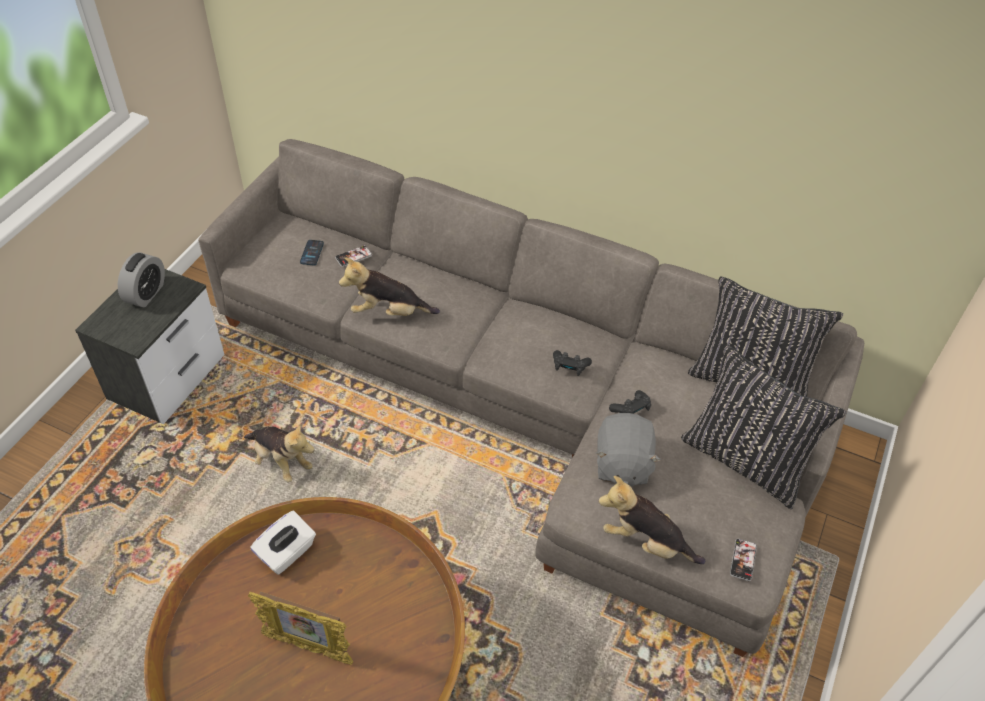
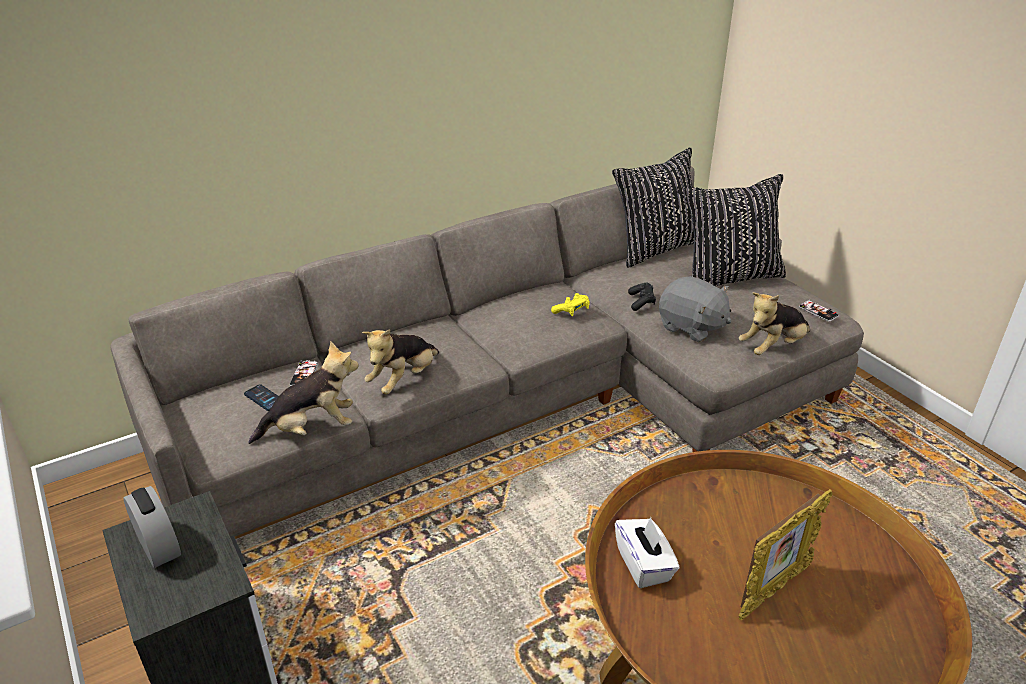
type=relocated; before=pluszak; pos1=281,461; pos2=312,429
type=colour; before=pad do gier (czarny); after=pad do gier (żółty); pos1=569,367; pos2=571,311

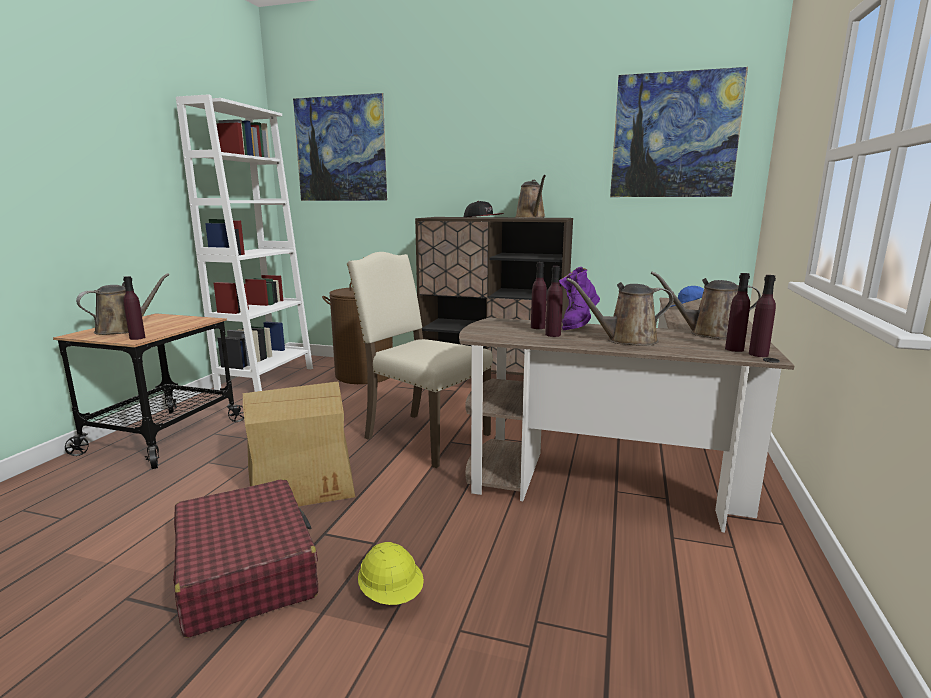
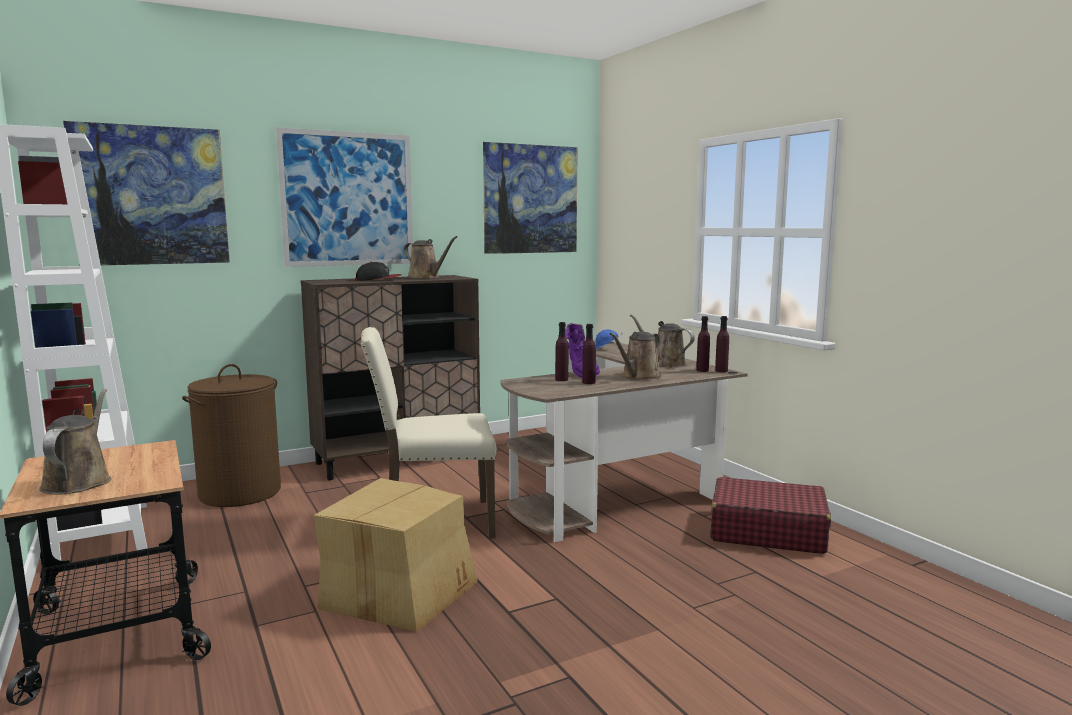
type=appeared; after=obraz; pos2=348,199
type=spun; before=konewka (brązowy); pos1=709,334; pos2=665,364; turn=75
type=relocated; before=walizka (czerwony); pos1=246,570; pos2=766,531
type=missing; before=butelka (fioletowy); pos1=137,338
type=missing; before=kask (żółty); pos1=391,595

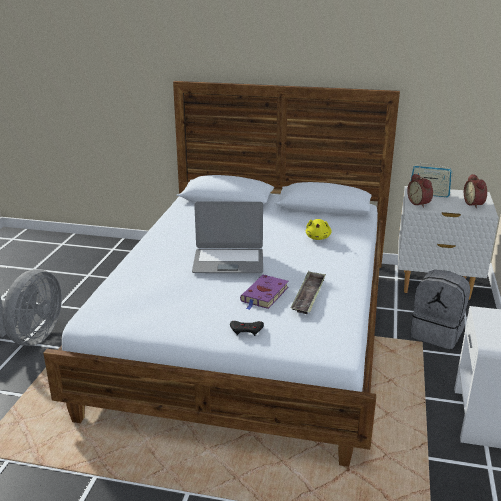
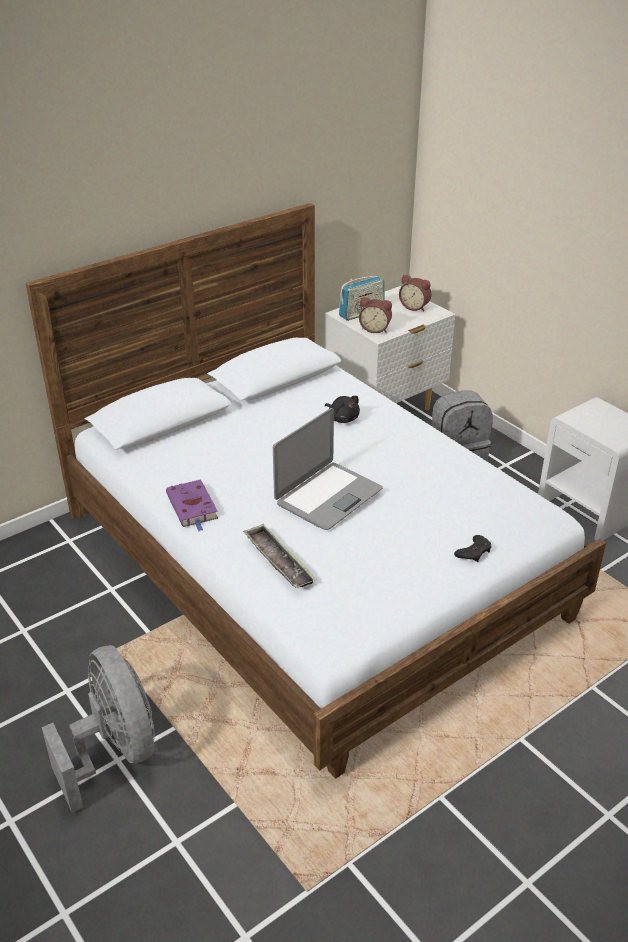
type=relocated; before=książka (fioletowy); pos1=264,295; pos2=193,508
type=relocated; before=taca; pos1=308,296; pos2=279,561
type=colour; before=pluszak (żółty); after=pluszak (czarny); pos1=318,237; pos2=342,418

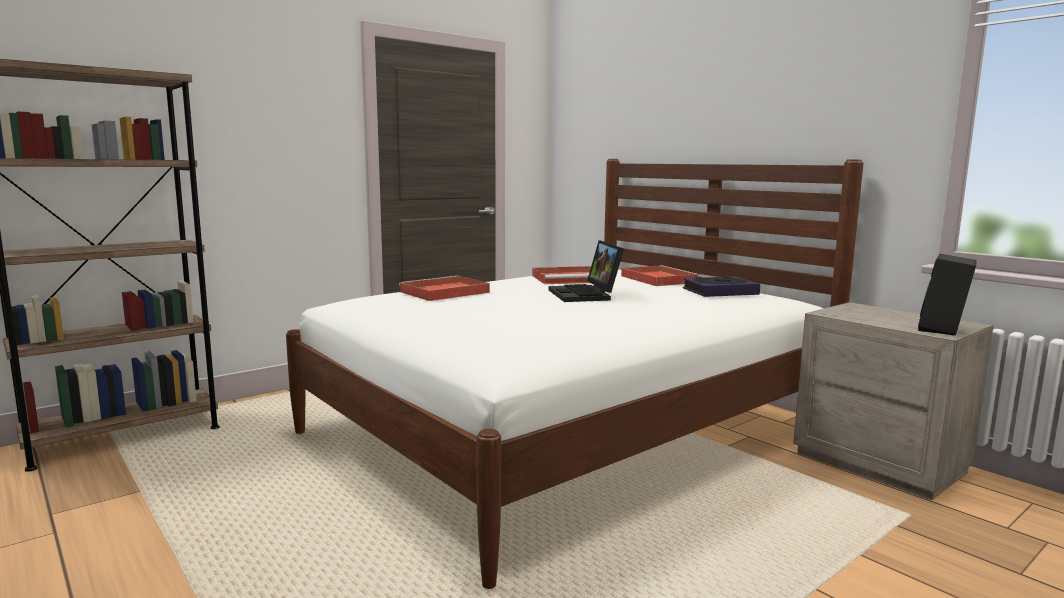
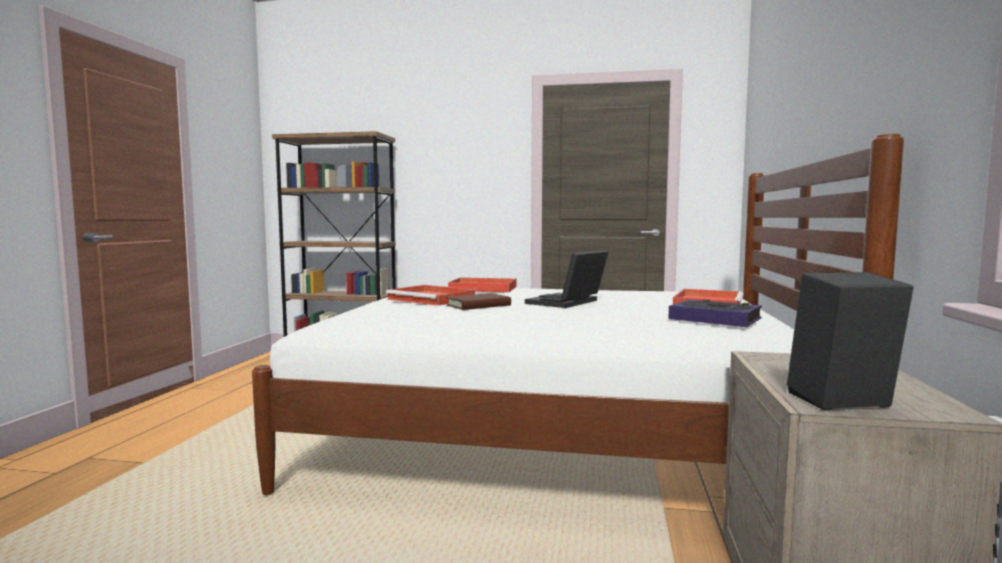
type=relocated; before=taca (czerwony); pos1=569,278; pos2=432,299
type=appeared; after=książka (brązowy); pos2=478,305

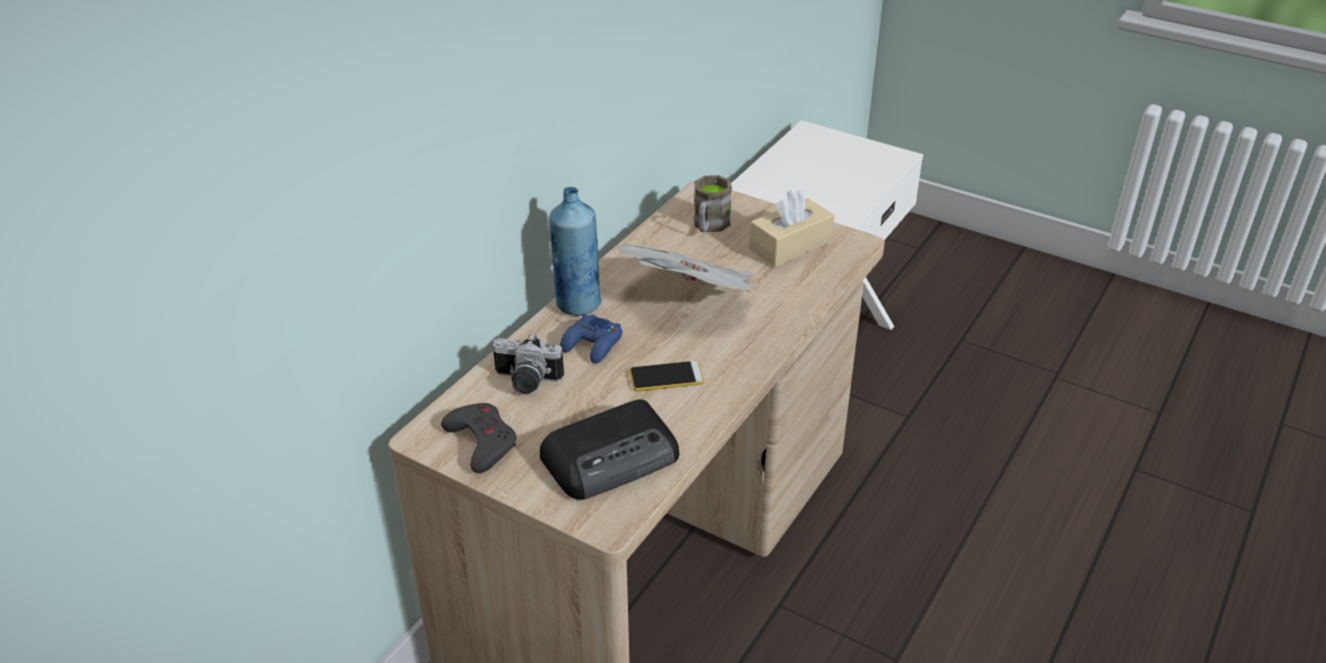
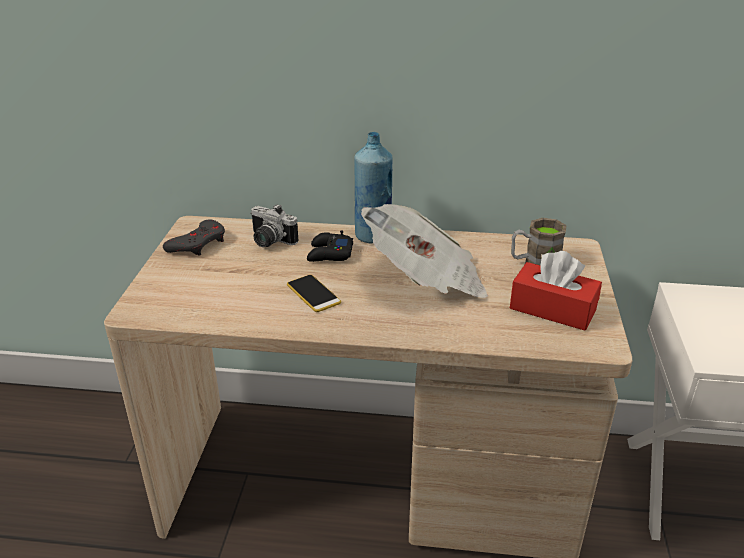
type=spun; before=aparat fotograficzny; pos1=526,382; pos2=269,241; turn=-45
type=colour; before=pad do gier (niebieski); after=pad do gier (czarny); pos1=592,345; pos2=329,254
type=colour; before=pudełko chusteczek (beżowy); after=pudełko chusteczek (czerwony); pos1=790,246; pos2=552,309
type=missing; before=radio; pos1=613,457

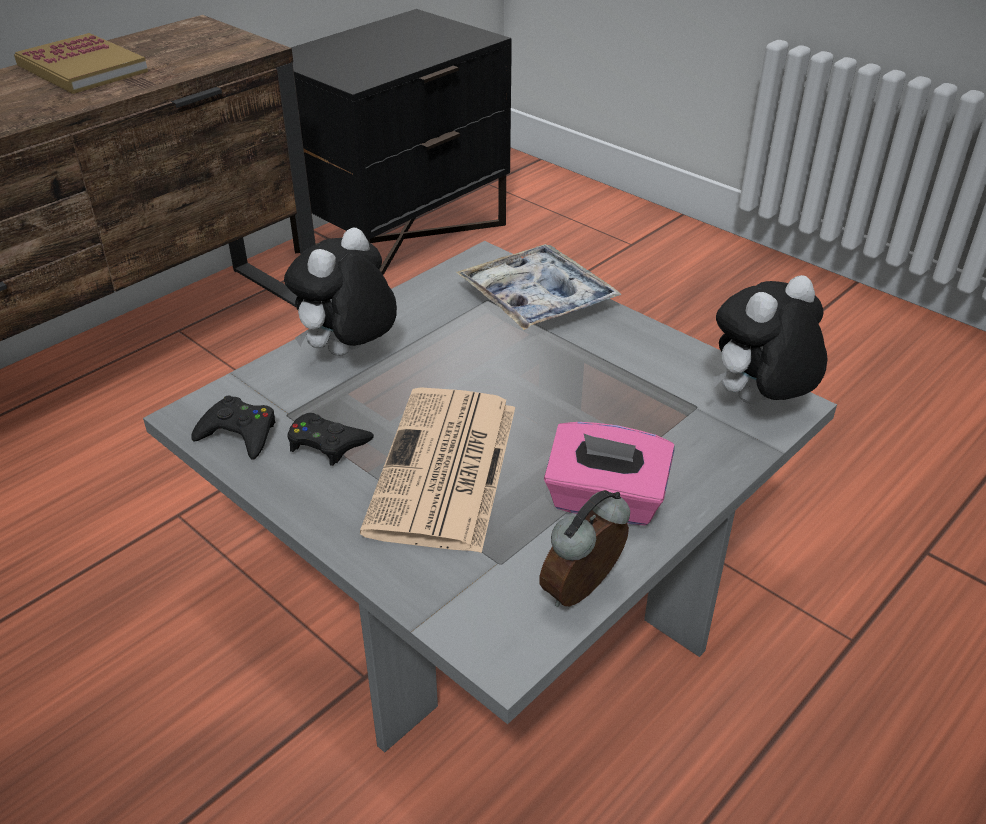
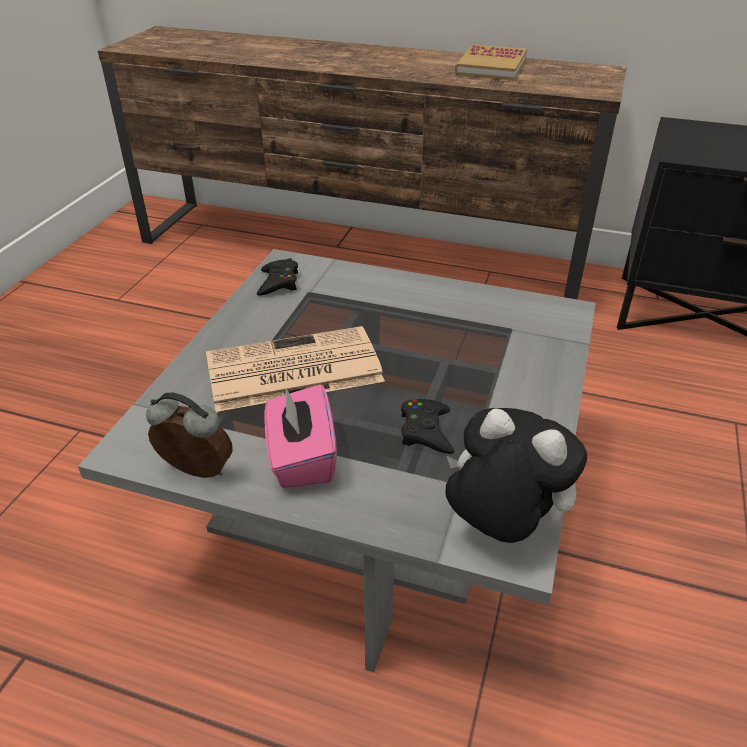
type=relocated; before=pad do gier (czarny); pos1=327,443; pos2=426,431
type=missing; before=pluszak; pos1=348,354
type=missing; before=taca; pos1=537,299

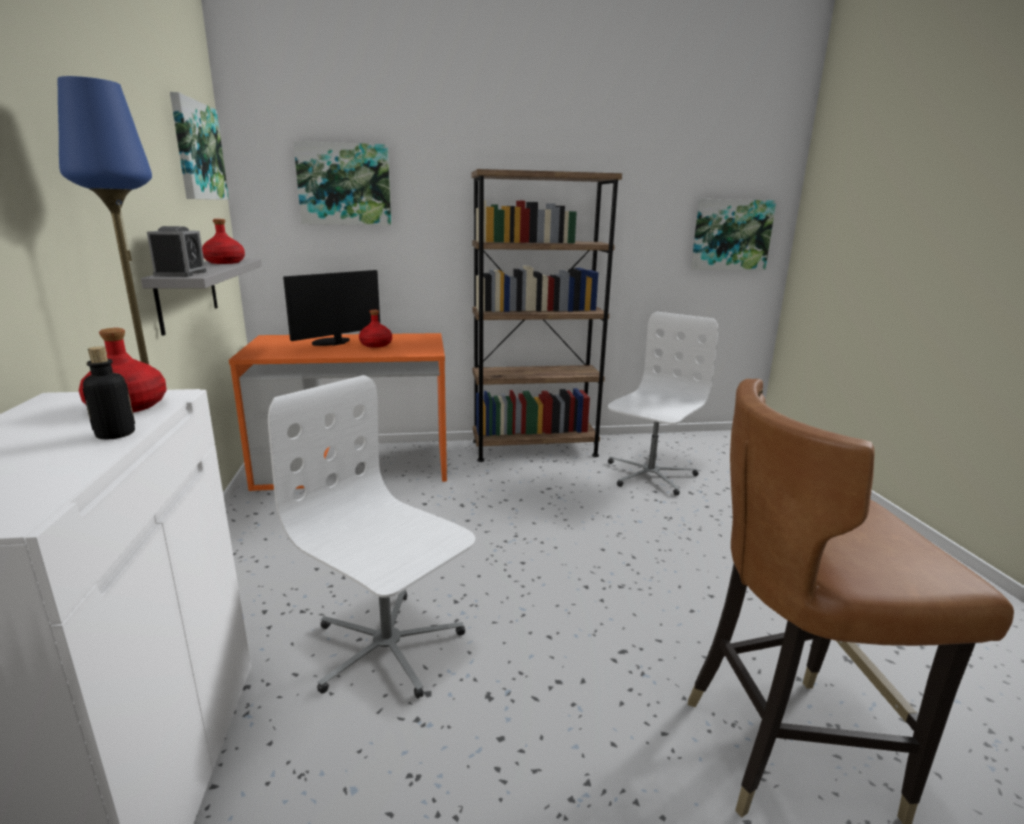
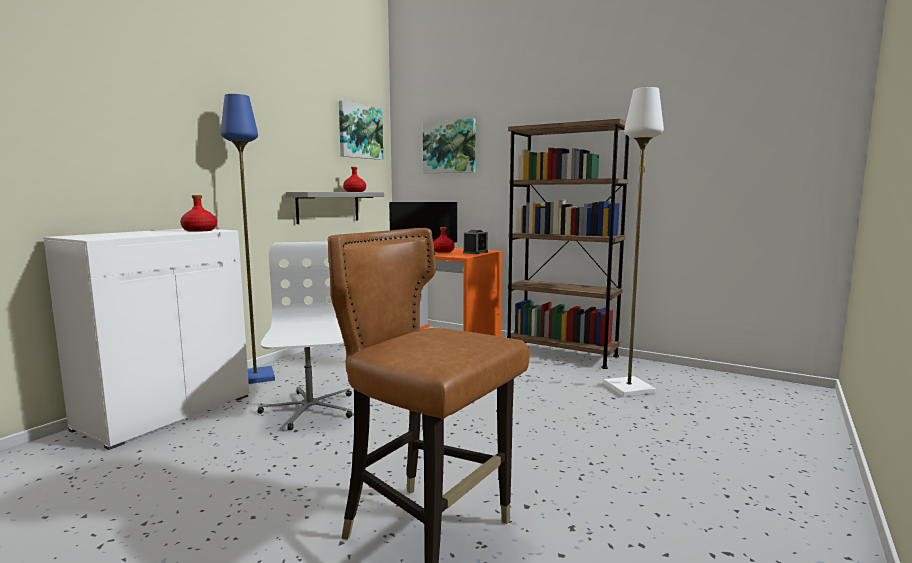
type=relocated; before=budzik; pos1=181,274; pos2=475,252
type=exchanged; before=krzesło biurowe (biały); after=lampa stojąca (biały); pos1=649,474; pos2=630,388
type=missing; before=butelka; pos1=115,434
type=missing; before=obraz; pos1=731,235

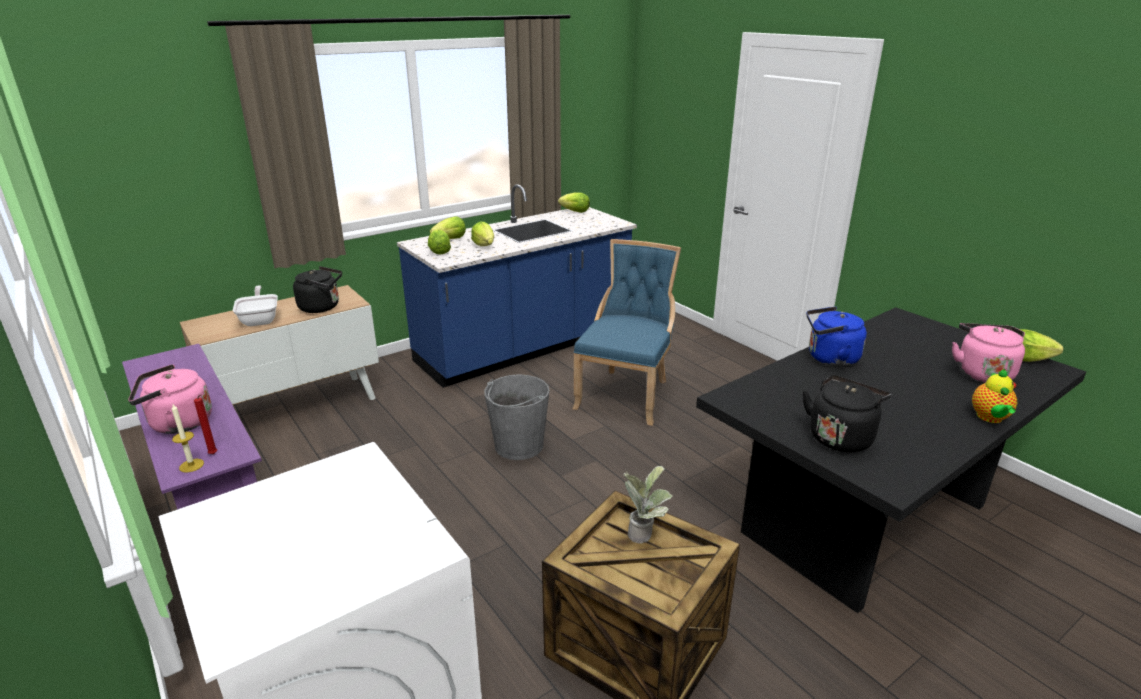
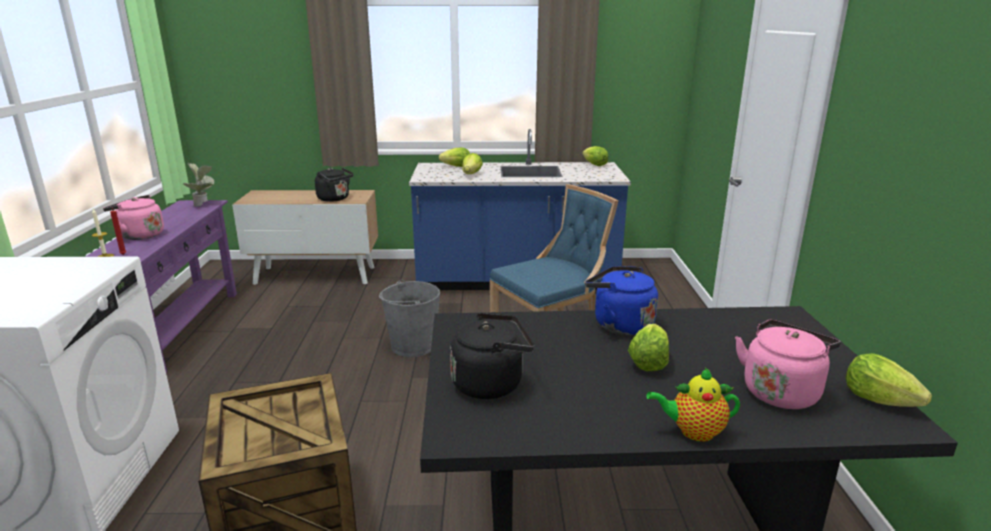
type=relocated; before=roślina doniczkowa; pos1=644,533; pos2=204,205
type=relocated; before=sałata; pos1=439,252; pos2=648,362
type=spun; before=imbryk; pos1=990,418; pos2=693,431; turn=45
type=missing; before=patelnia; pos1=260,319

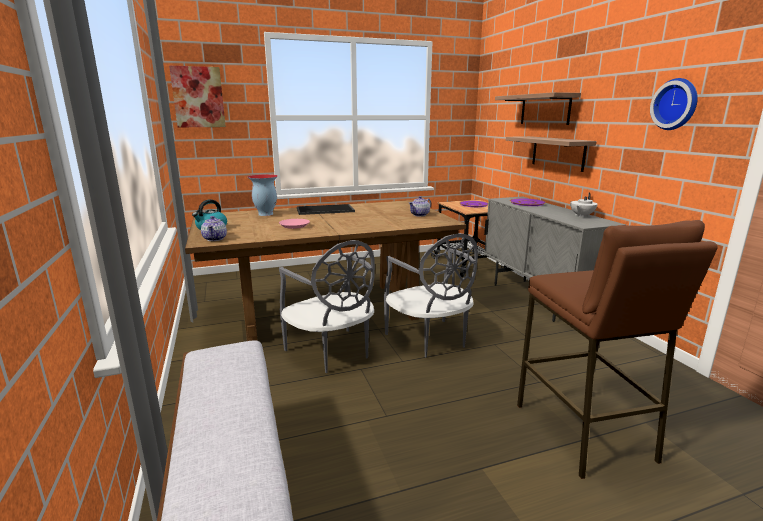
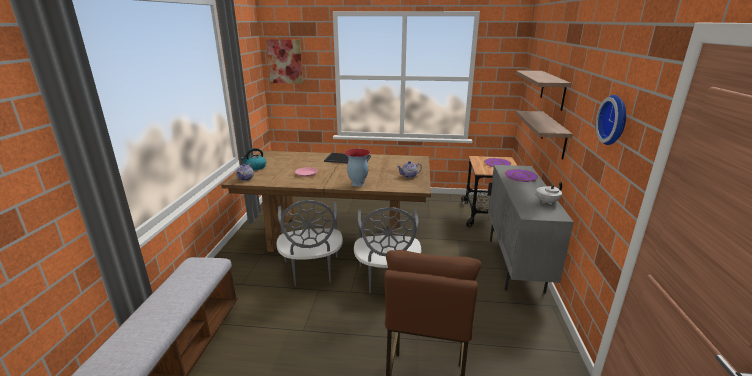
type=relocated; before=wazon; pos1=265,214; pos2=357,183

